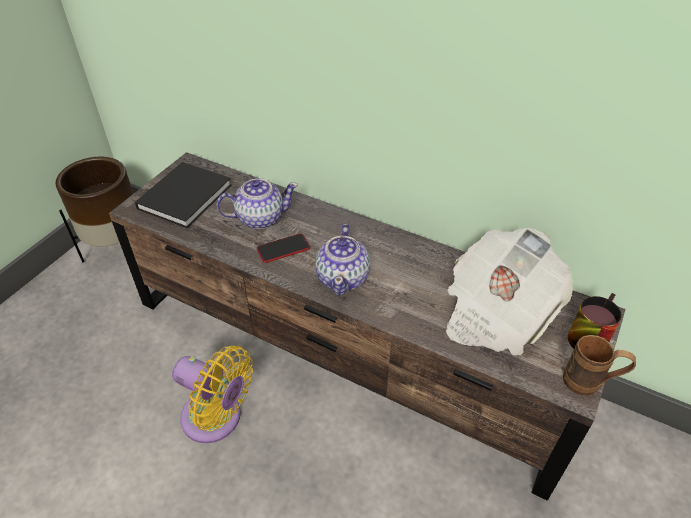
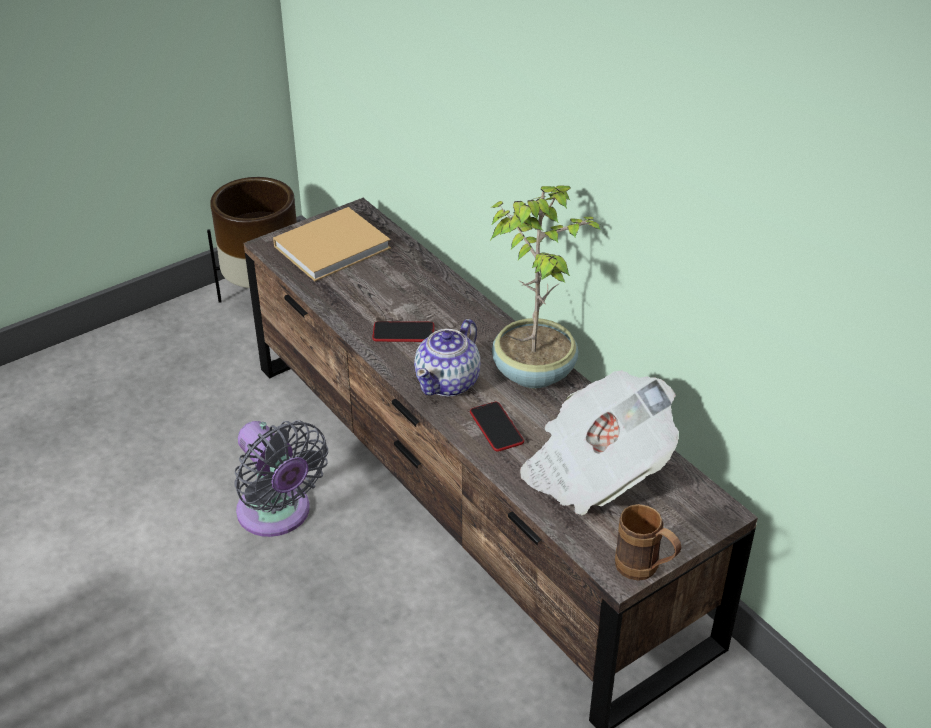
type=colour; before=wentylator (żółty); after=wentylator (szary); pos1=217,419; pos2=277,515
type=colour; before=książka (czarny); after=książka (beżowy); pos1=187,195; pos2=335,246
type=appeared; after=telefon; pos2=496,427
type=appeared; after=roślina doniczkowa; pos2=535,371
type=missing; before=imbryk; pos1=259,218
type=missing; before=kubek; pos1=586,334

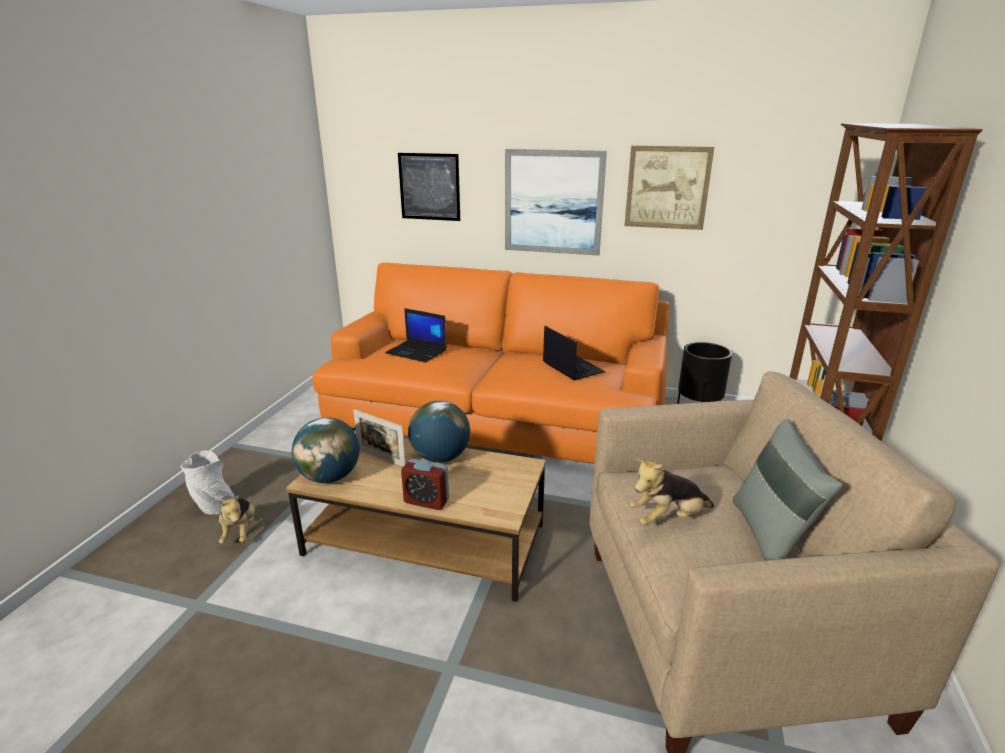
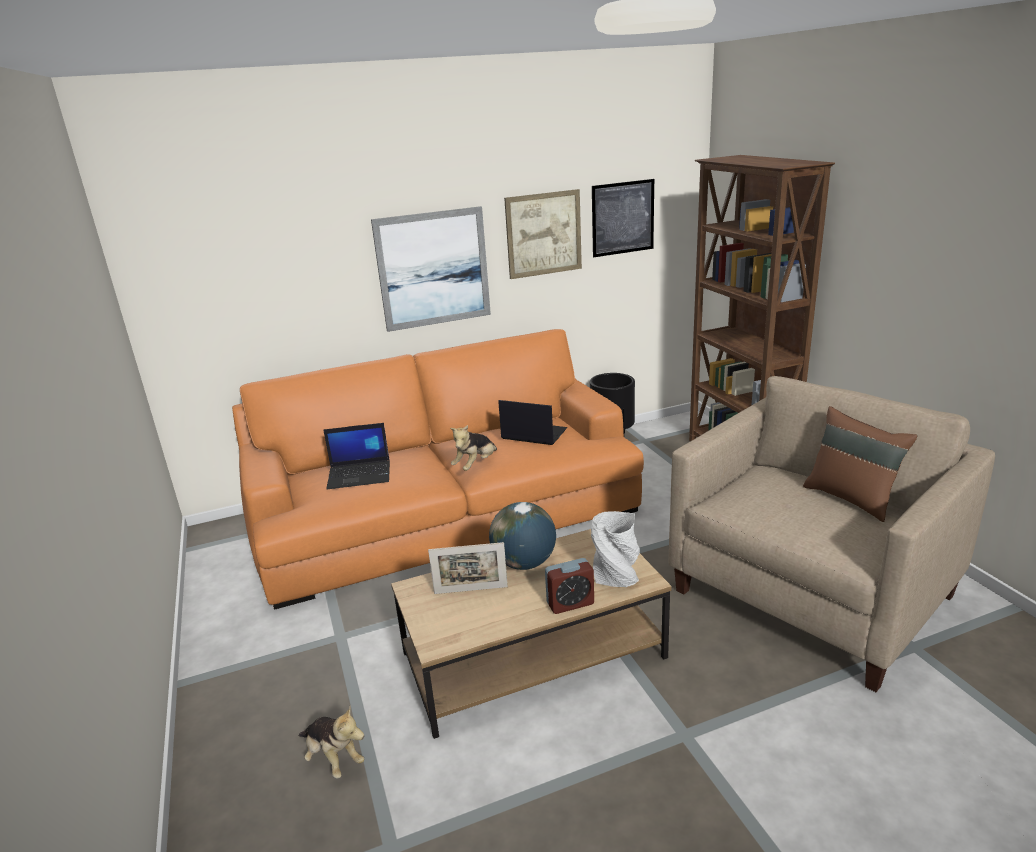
type=relocated; before=pluszak; pos1=668,518; pos2=475,465
type=relocated; before=wazon (szary); pos1=213,505; pos2=616,578
type=relocated; before=obraz; pos1=429,187; pos2=623,218
type=colour; before=poduszka (szary); after=poduszka (brązowy); pos1=771,536; pos2=851,498
type=missing; before=globus; pos1=330,477

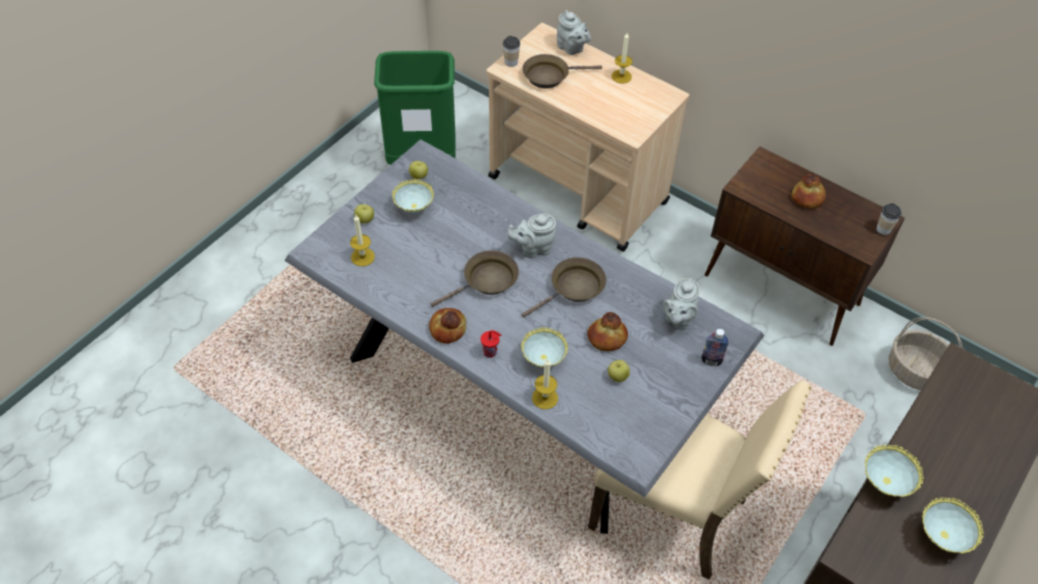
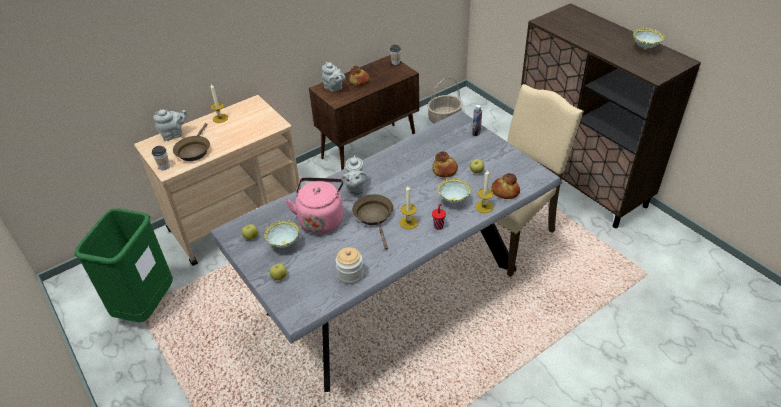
type=appeared; after=czajnik (różowy); pos2=321,219
type=relocated; before=imbryk (szary); pos1=678,319; pos2=334,88
type=appeared; after=słoik; pos2=350,275
type=relocated; before=świeca; pos1=362,257; pos2=408,222
type=relocated; before=chleb; pos1=447,328; pos2=505,192
type=missing; before=patelnia (brązowy); pos1=573,288
type=missing; before=miska; pos1=884,484

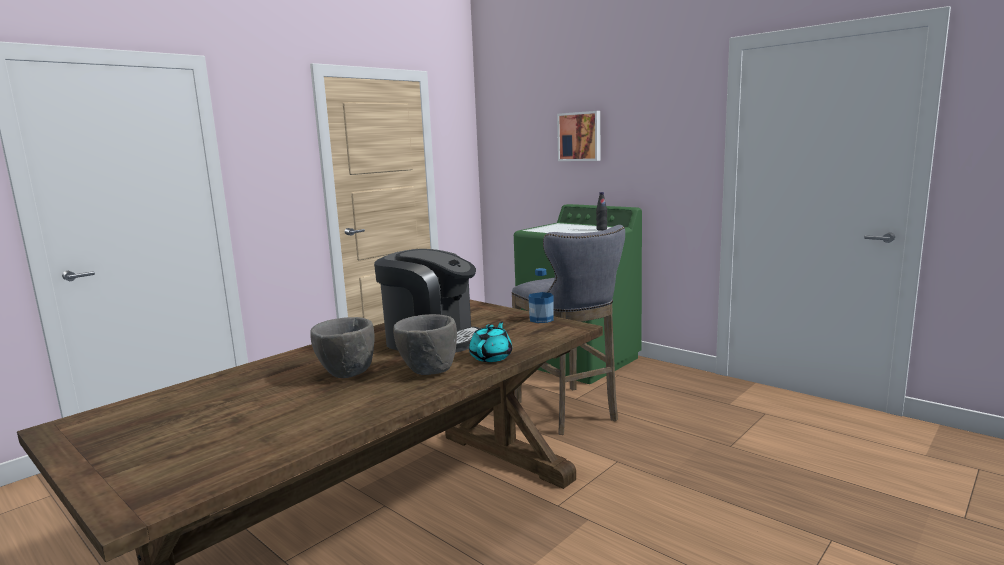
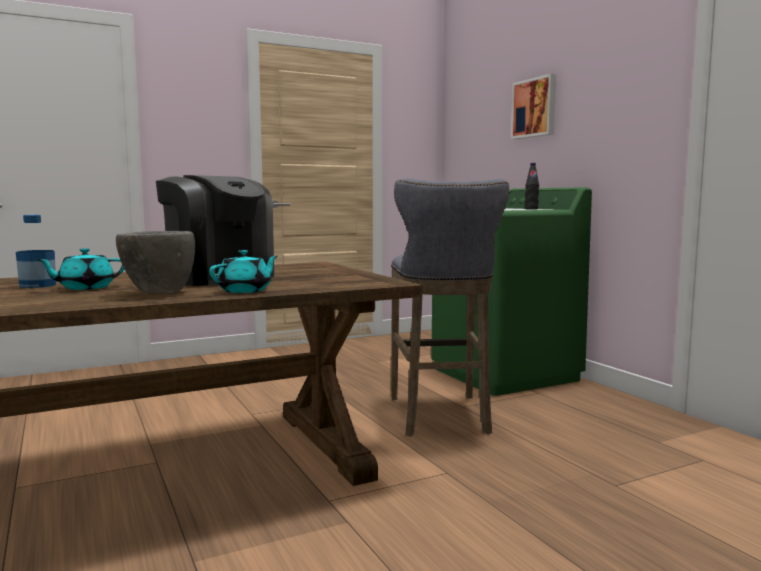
type=relocated; before=butelka; pos1=541,319; pos2=38,285
type=exchanged; before=miska (szary); after=imbryk (turkusowy); pos1=347,374; pos2=85,288

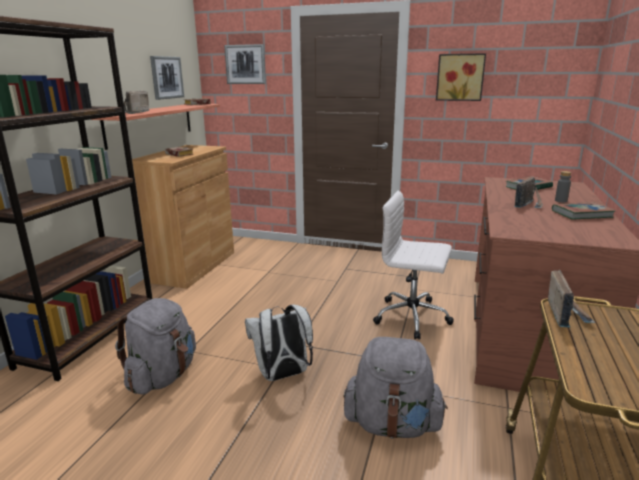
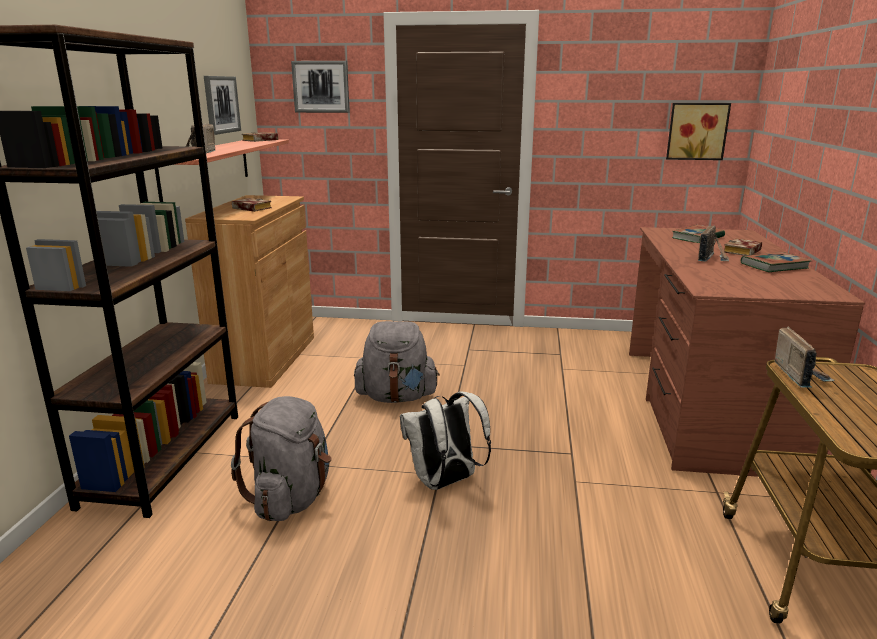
type=relocated; before=plecak (szary); pos1=392,424; pos2=397,397
type=relocated; before=obraz; pos1=460,77; pos2=696,131
type=exchanged; before=butelka (szary); after=książka; pos1=561,201; pos2=743,252
type=missing; before=krzesło biurowe (biały); pos1=413,317

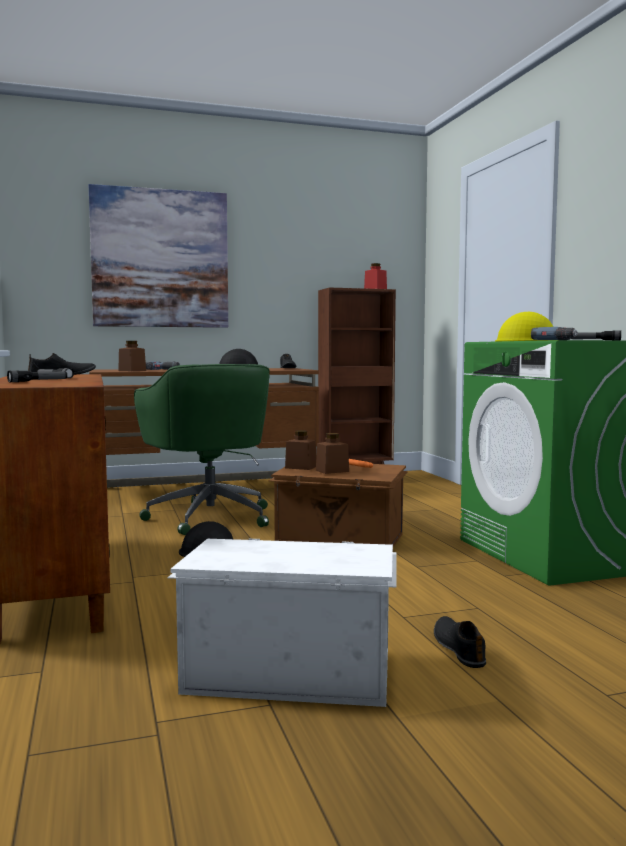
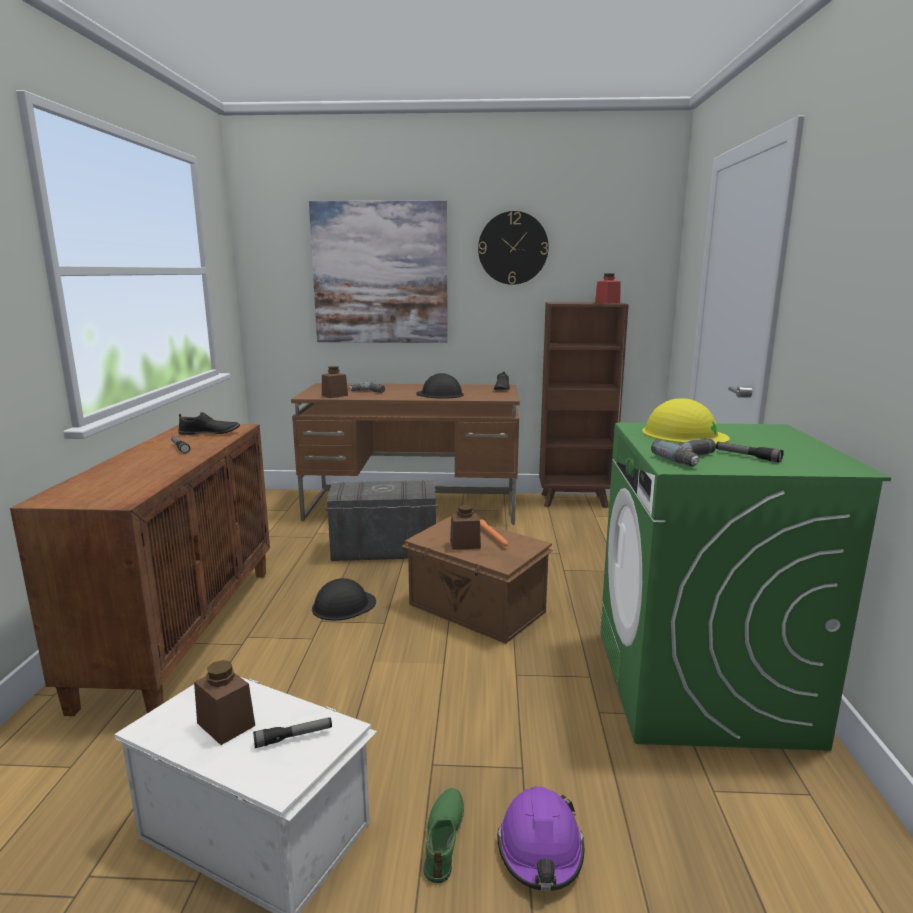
type=relocated; before=słoik (brązowy); pos1=301,467; pos2=226,724
type=relocated; before=latarka; pos1=38,381; pos2=293,737
type=exchanged; before=krzesło biurowe (zielony); after=pojemnik do przechowywania (szary); pos1=209,517; pos2=384,550
type=colour; before=but (czarny); after=but (zielony); pos1=459,648; pos2=444,838
type=appeared; after=zegar ścienny; pos2=513,248
type=appeared; after=kask (fioletowy); pos2=540,849

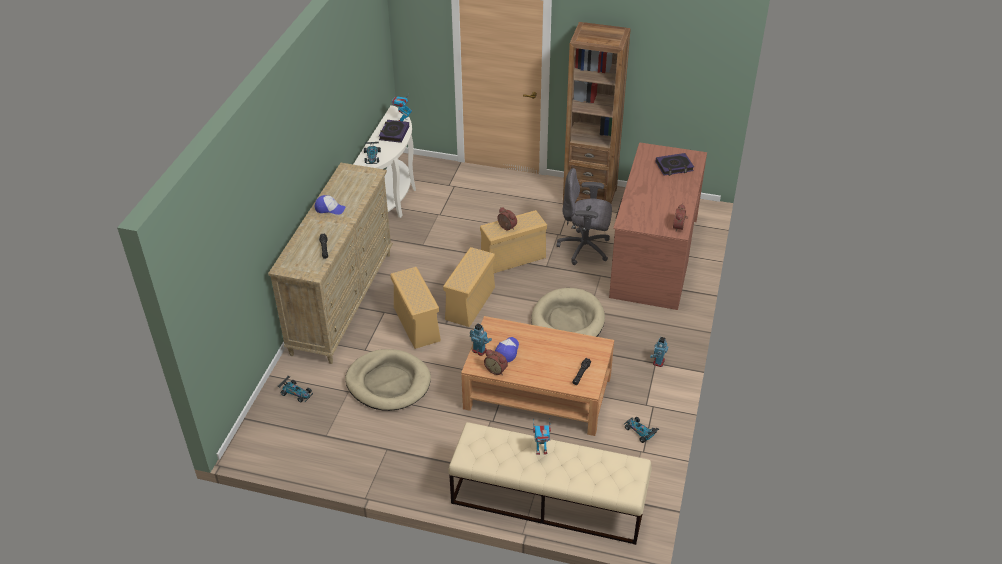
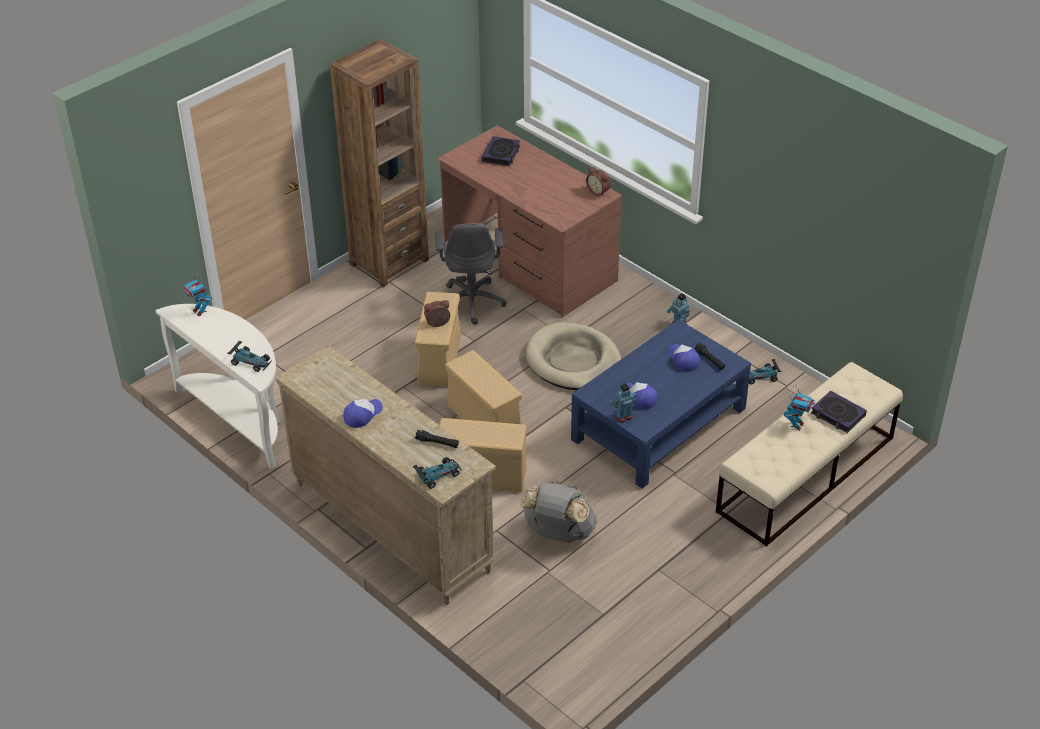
type=relocated; before=samochodzik; pos1=296,393; pos2=437,475
type=spun; before=krzesło biurowe (szary); pos1=585,248; pos2=471,301; turn=-45
type=exchanged; before=legowisko (beżowy); after=plecak (szary); pos1=388,382; pos2=558,533
type=colour; before=ława (brązowy); after=ława (niebieski); pos1=537,392; pos2=658,424
type=appeared; after=czapka z daszkiem; pos2=683,359
type=relocated; before=książka; pos1=394,133; pos2=838,415
type=missing; before=budzik; pos1=496,369

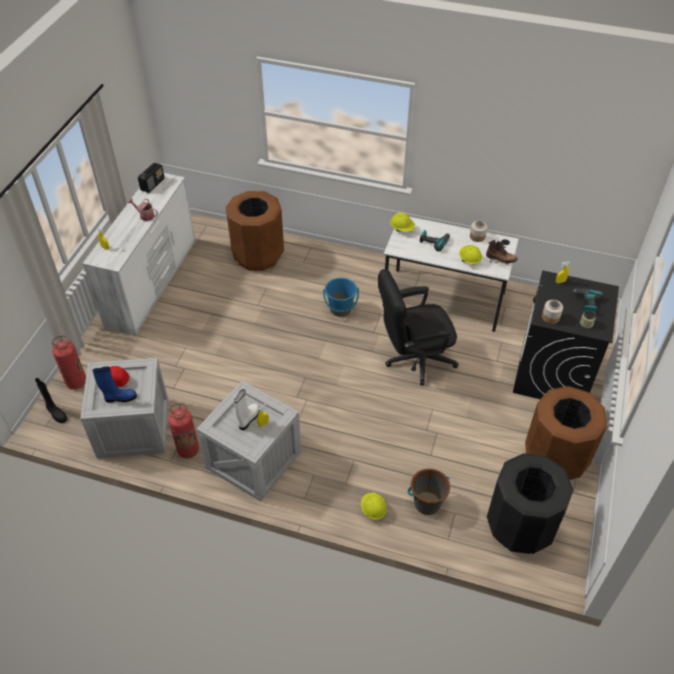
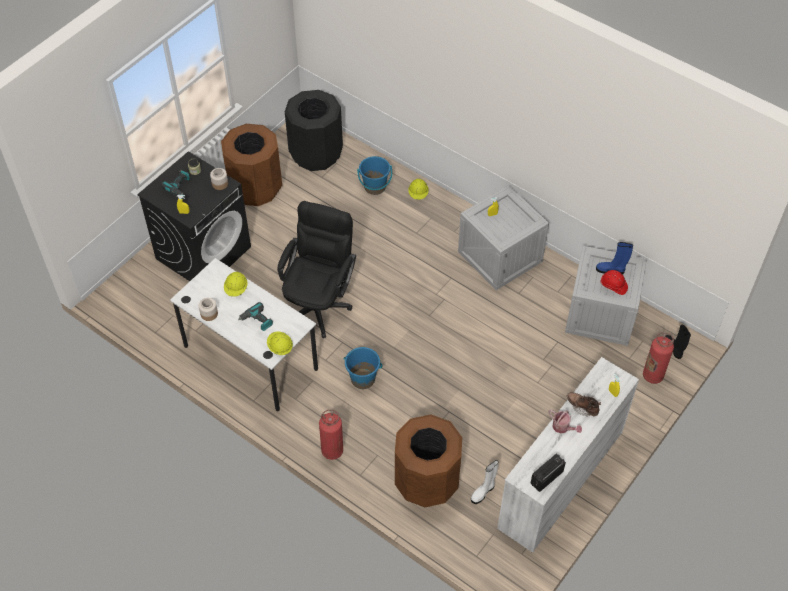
type=spun; before=krzesło biurowe (czarny); pos1=413,359; pos2=319,302; turn=-75
type=relocated; before=gaśnica; pos1=188,450; pos2=332,451
type=colour; before=wiadro (brązowy); after=wiadro (niebieski); pos1=427,503; pos2=375,187
type=relocated; before=but z cholewką (biały); pos1=248,419; pos2=483,492
type=relocated; before=but z cholewką (brązowy); pos1=500,260; pos2=582,407

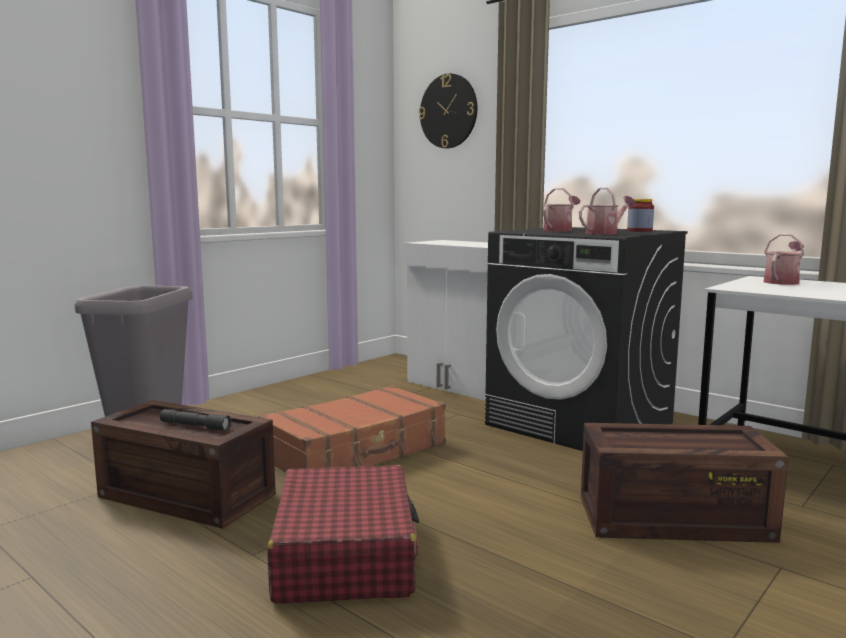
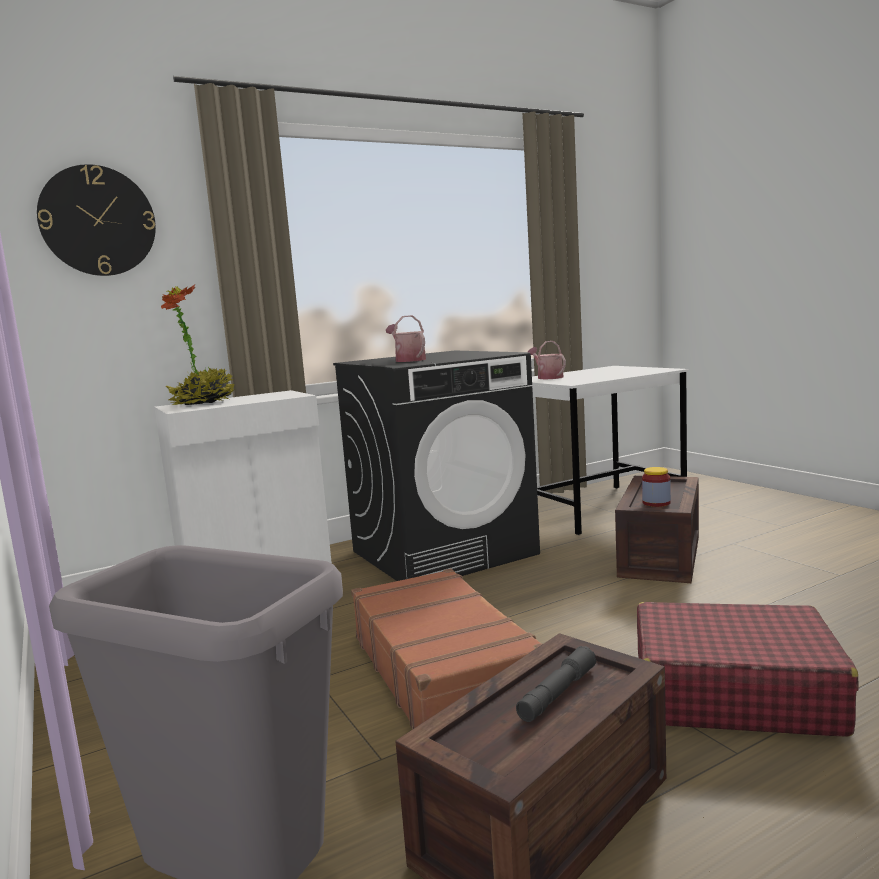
type=appeared; after=roślina doniczkowa; pos2=204,403
type=relocated; before=słoik; pos1=639,230; pos2=656,503
type=missing; before=konewka; pos1=605,233

